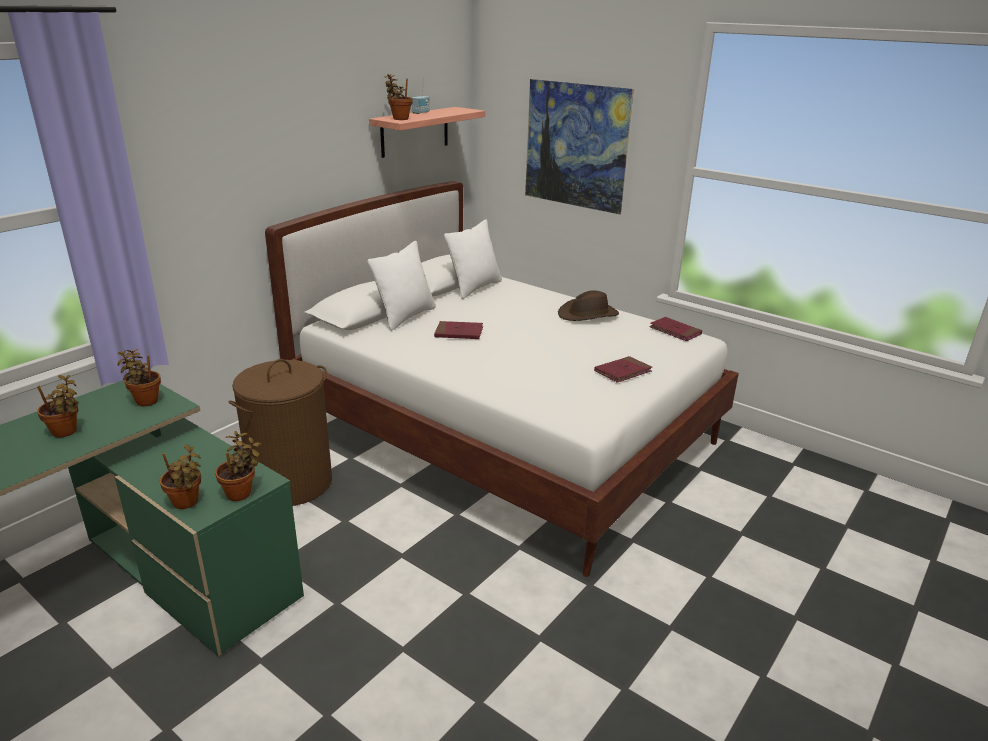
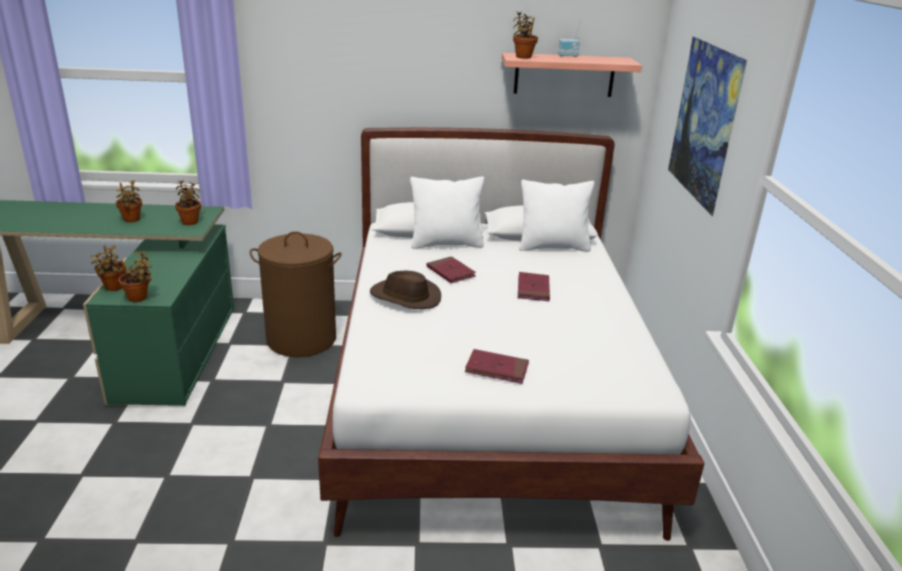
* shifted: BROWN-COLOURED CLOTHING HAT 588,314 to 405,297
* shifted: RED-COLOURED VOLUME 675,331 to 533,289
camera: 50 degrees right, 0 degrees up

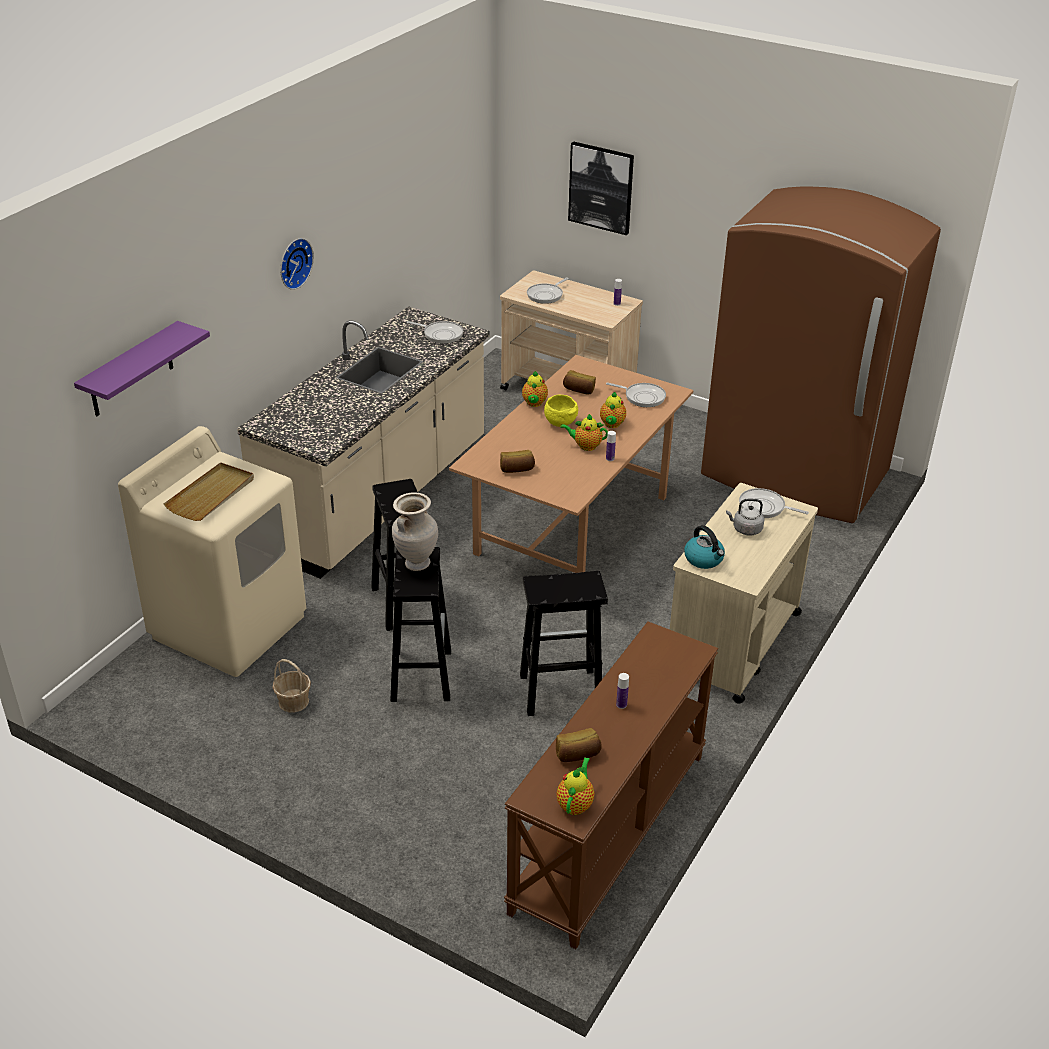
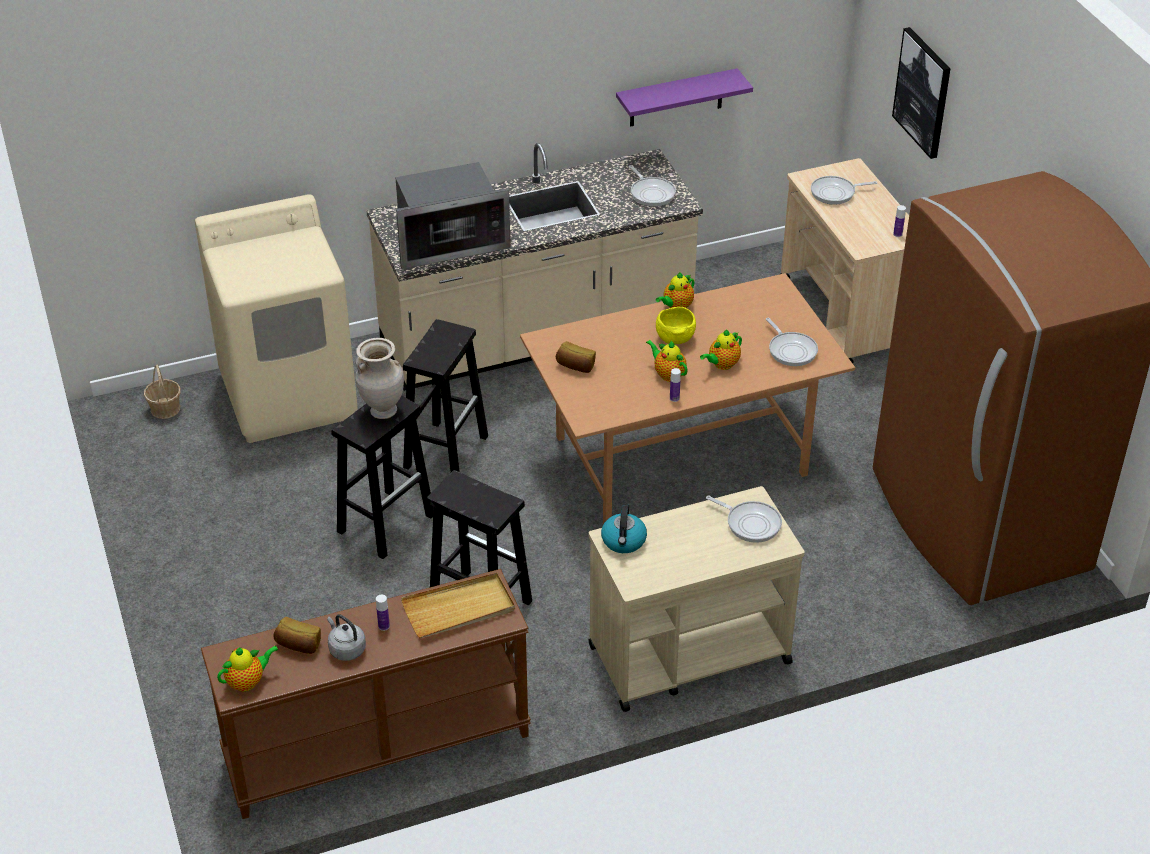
* shifted: PURPLE-COLOURED WALL SHELF 131,370 to 676,98
* shifted: BEIGE-COLOURED TRAY 211,495 to 459,609
* shifted: BASKET 293,701 to 165,408
* gone: CLOCK ON THE WALL 293,262
* gone: BAKERY BREAD 579,390
* shifted: GREY KETTLE 745,529 to 346,649
* rotated: SKILLET 764,507 = 750,523 150 degrees clockwise
* new: MICROWAVE OVEN 449,242
camera: 40 degrees right, 5 degrees up

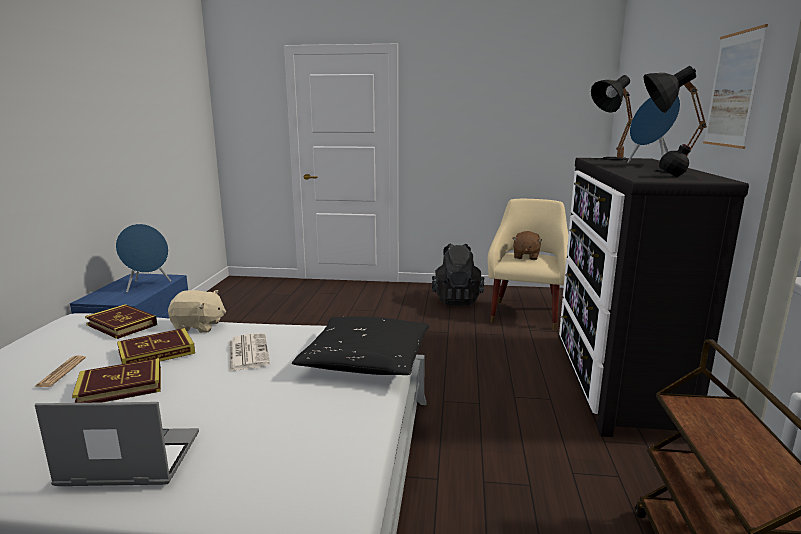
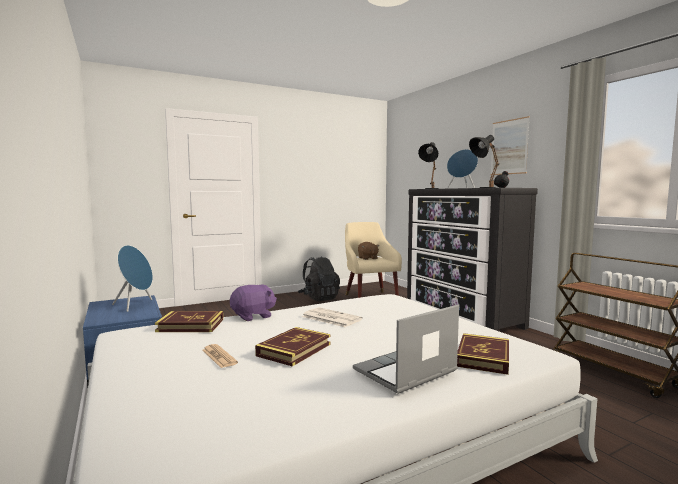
* shifted: VOLUME 156,352 to 483,357
* repainted: BEIGE-COLOURED CUDDLY TOY 198,326 to PURPLE-COLOURED CUDDLY TOY 253,316
* gone: BLACK THROW PILLOW 366,360
camera: 35 degrees left, 10 degrees down

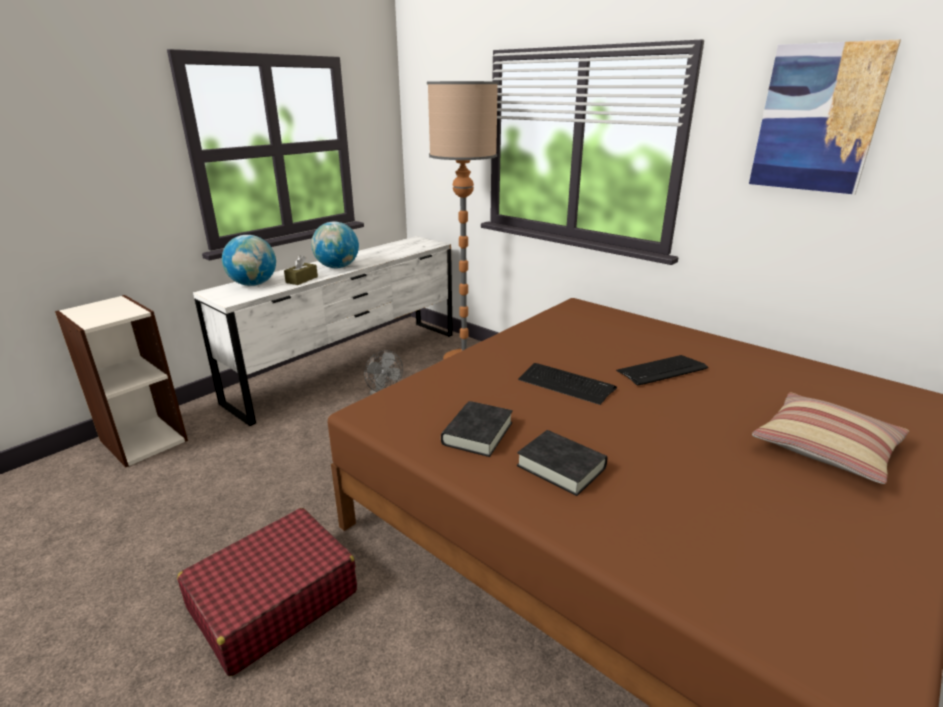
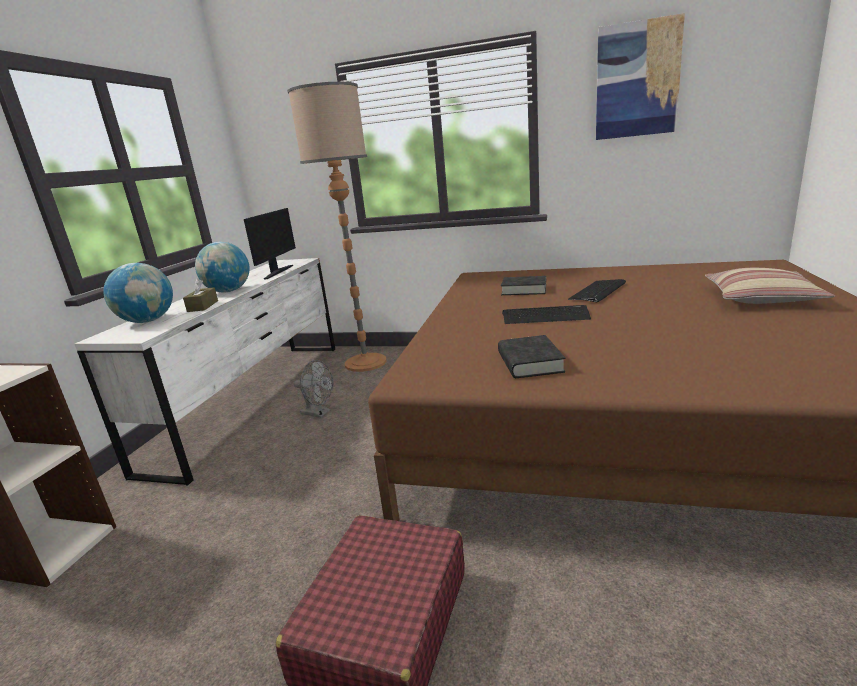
* shifted: BLACK VOLUME 561,467 to 524,290
* new: MONITOR 277,272
camera: 25 degrees left, 5 degrees down

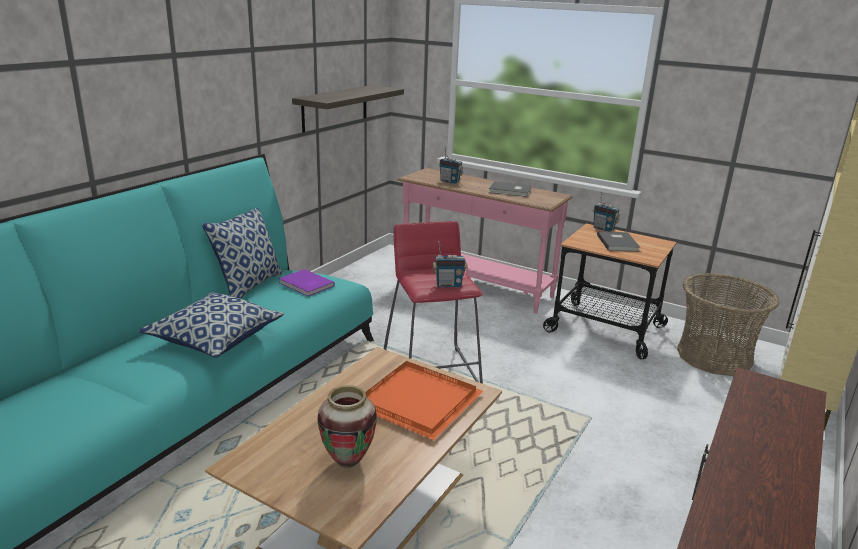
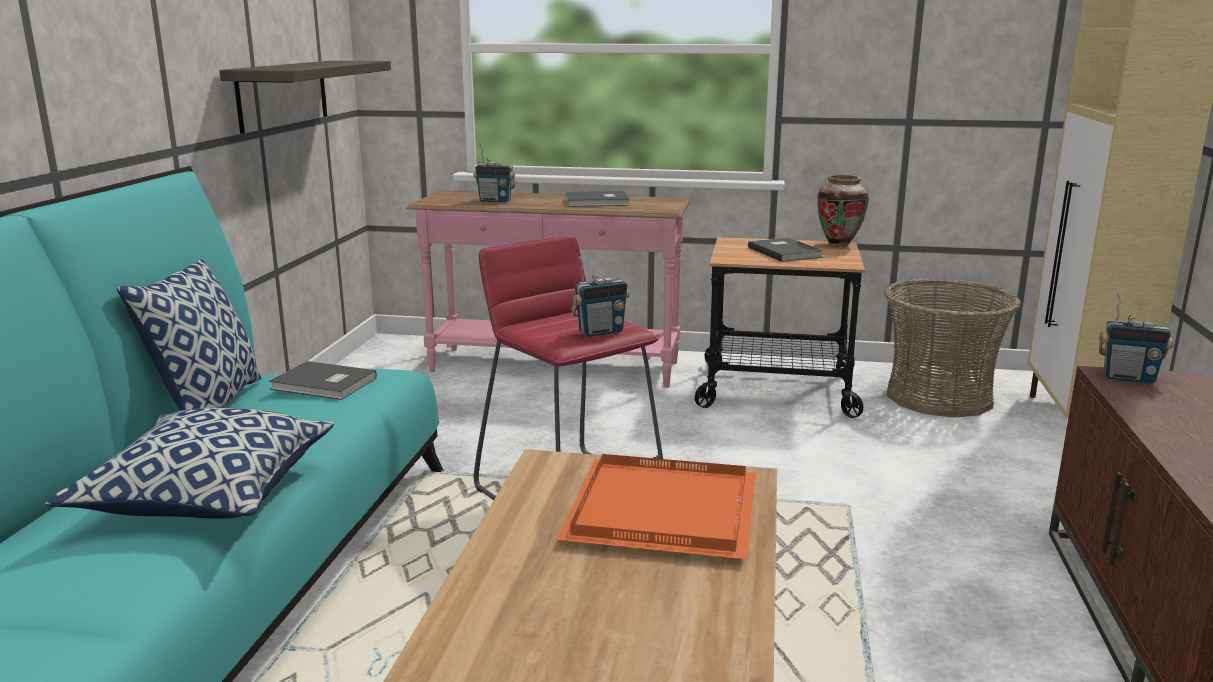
* repainted: PURPLE-COLOURED VOLUME 306,285 to GREY VOLUME 323,384
* shifted: VASE 348,462 to 839,245
* shifted: RADIO SET 603,229 to 1128,378
camera: 20 degrees left, 5 degrees down

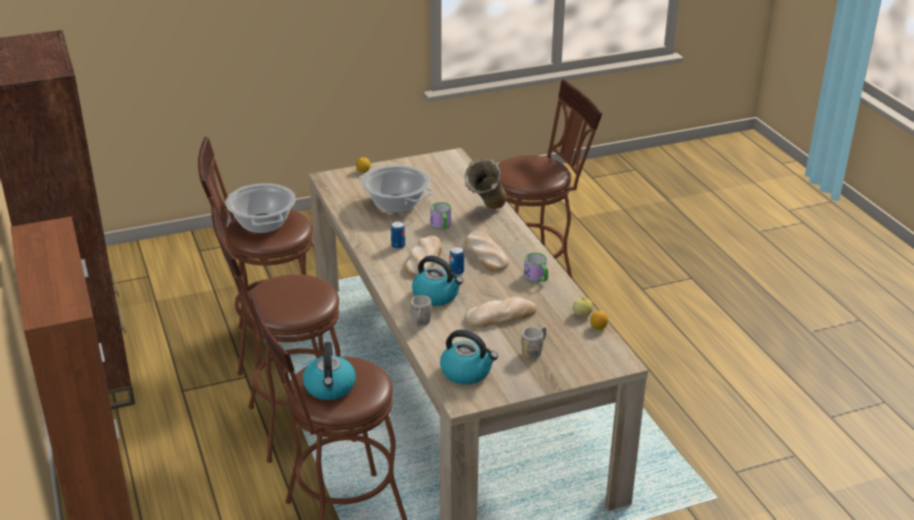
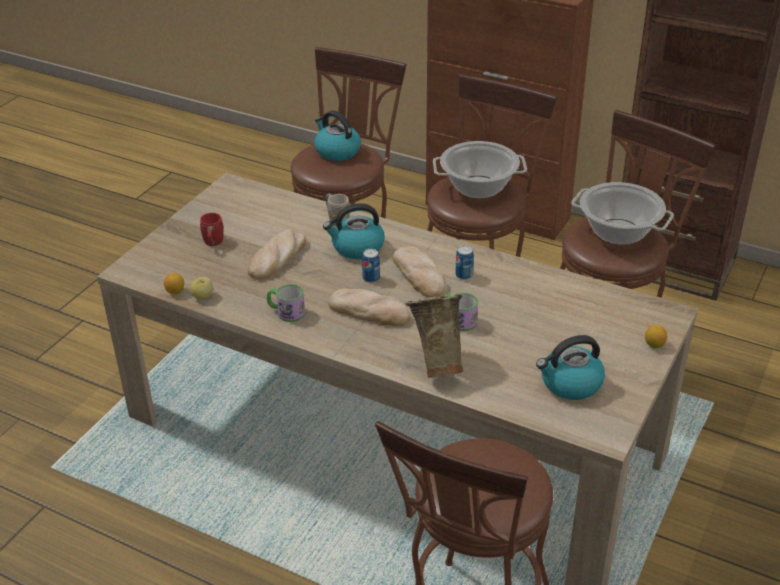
* shifted: SAUCEPOT 395,204 to 479,187
* shifted: KETTLE 467,372 to 570,384
* repainted: GREY MUG 534,351 to RED-COLOURED MUG 213,243
camera: 140 degrees right, 5 degrees up

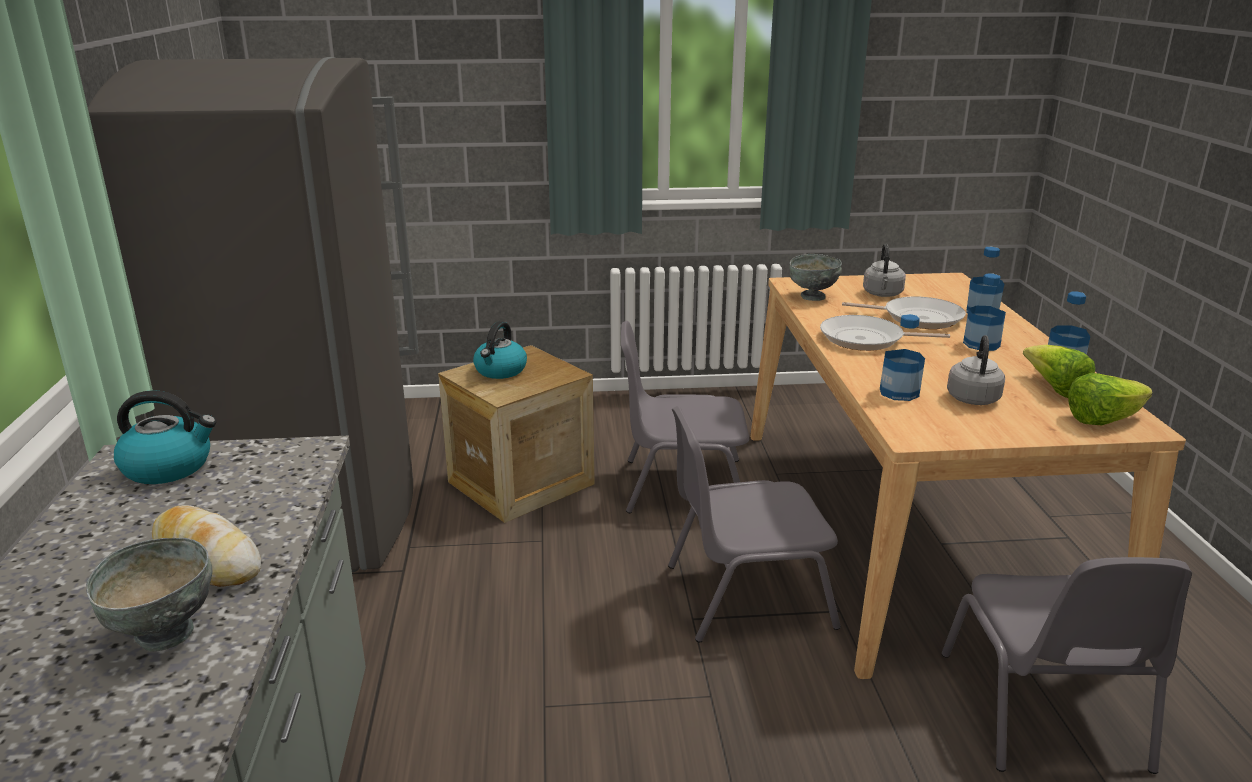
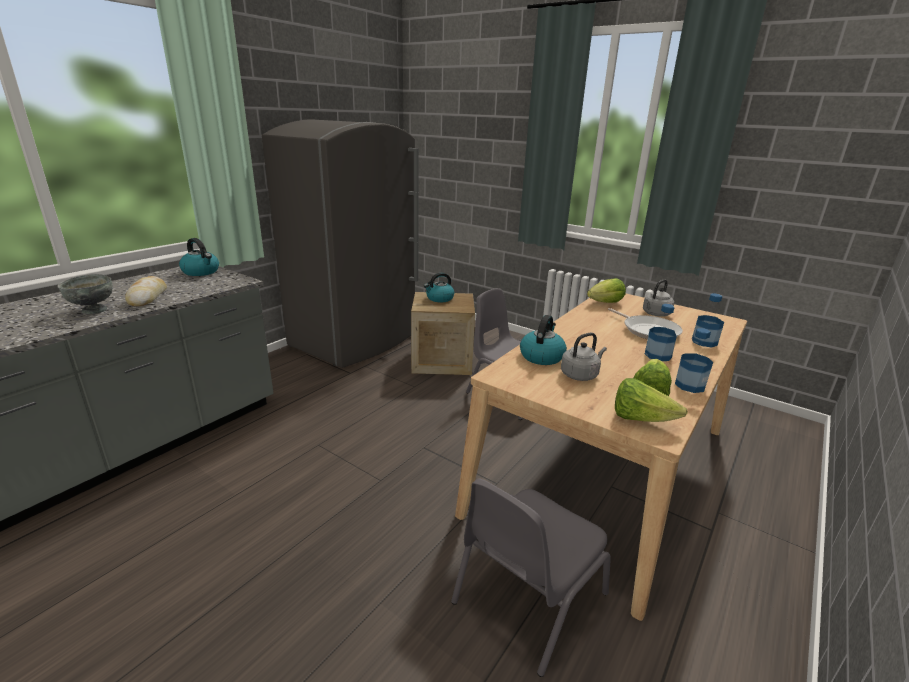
* gone: GREY UPRIGHT CHAIR 746,595
* swapped: GREY DEEP DISH 812,297 to LETTUCE 606,303
* gone: SKILLET 866,339
* swapped: BOTTLE 899,392 to KETTLE 541,356
camera: 40 degrees right, 0 degrees up

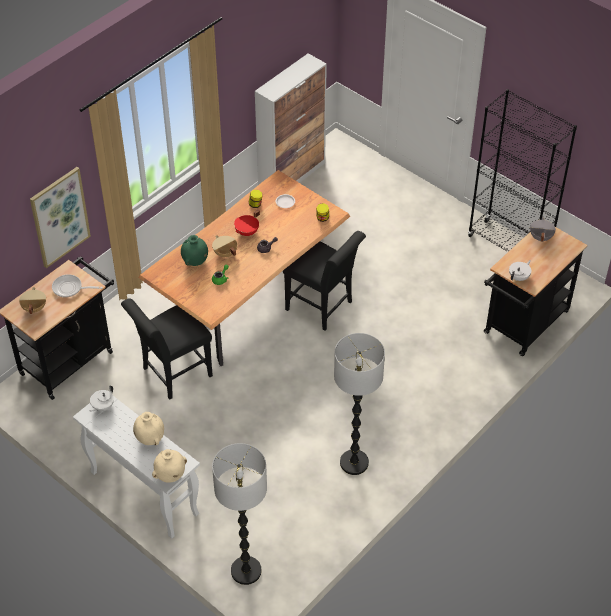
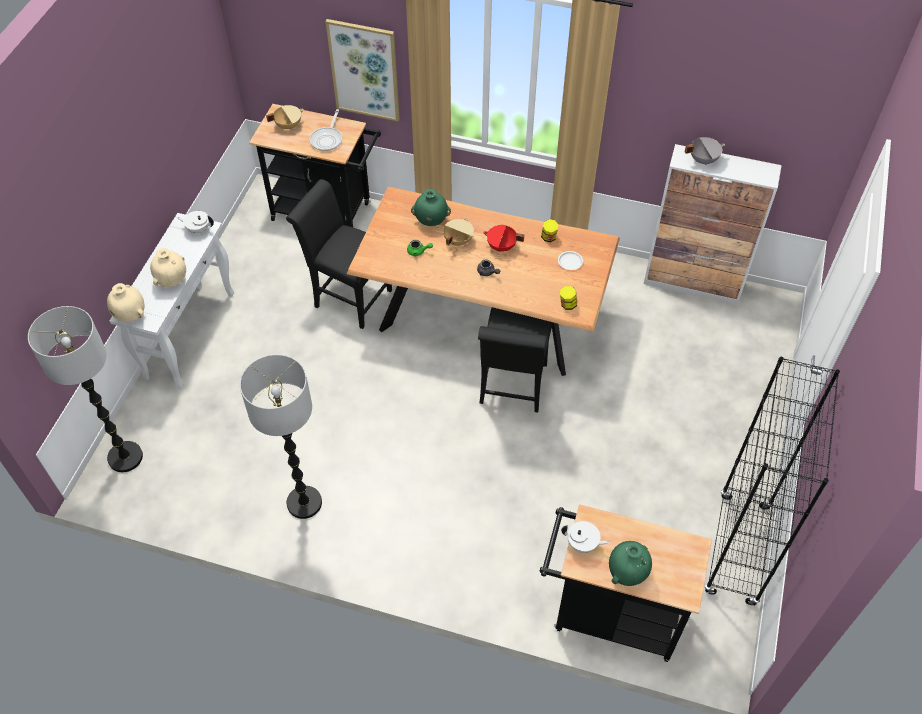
* rotated: SKILLET 70,288 = 327,139 150 degrees counterclockwise
* shifted: GREY SAUCEPOT 540,237 to 702,159
* new: GREEN VASE 627,573
camera: 65 degrees right, 5 degrees up

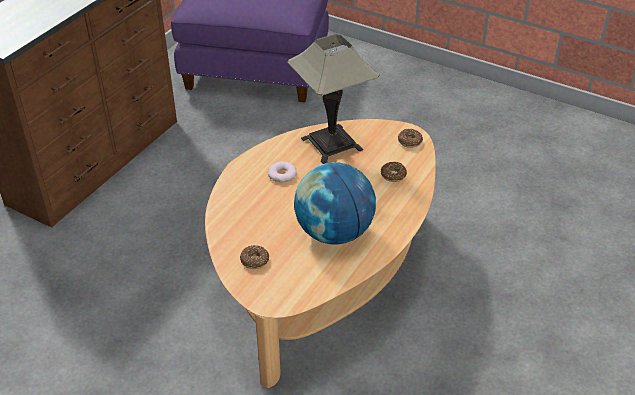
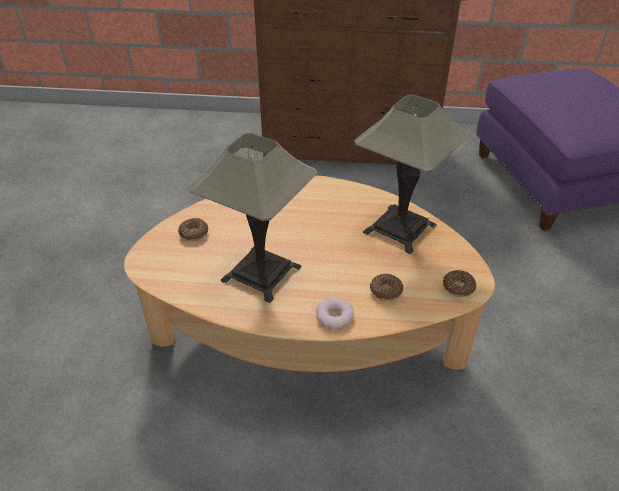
* shifted: RING DOUGHNUT 282,174 to 334,316
* swapped: DESK GLOBE 334,232 to TABLETOP LAMP 262,273
camera: 65 degrees right, 0 degrees up

